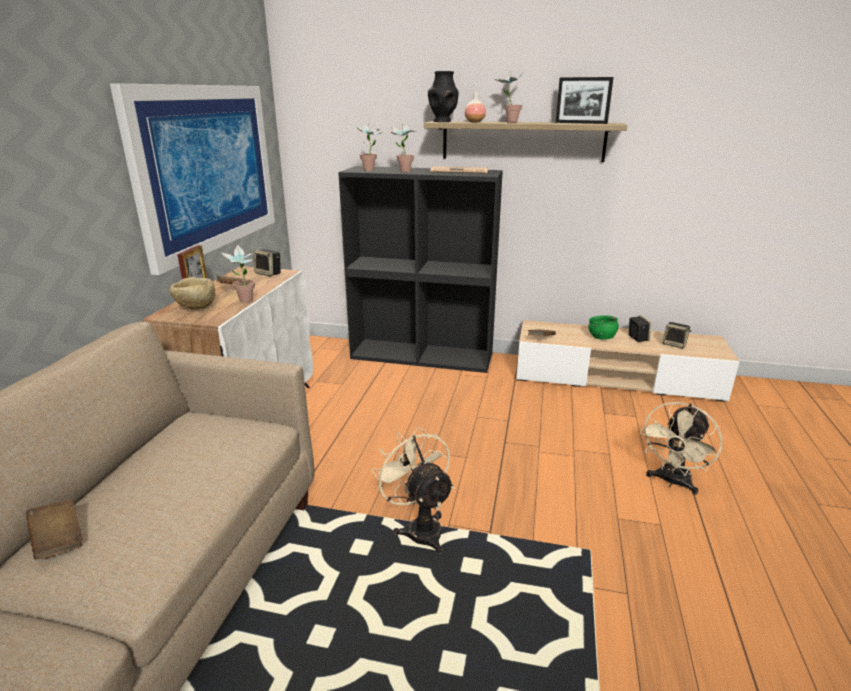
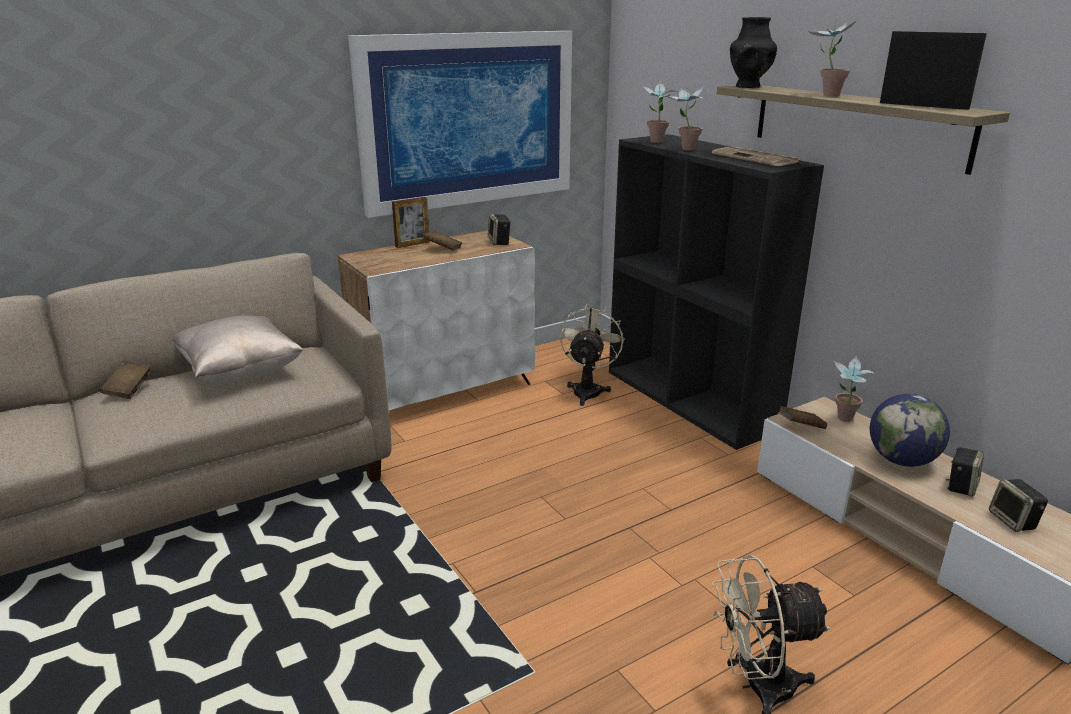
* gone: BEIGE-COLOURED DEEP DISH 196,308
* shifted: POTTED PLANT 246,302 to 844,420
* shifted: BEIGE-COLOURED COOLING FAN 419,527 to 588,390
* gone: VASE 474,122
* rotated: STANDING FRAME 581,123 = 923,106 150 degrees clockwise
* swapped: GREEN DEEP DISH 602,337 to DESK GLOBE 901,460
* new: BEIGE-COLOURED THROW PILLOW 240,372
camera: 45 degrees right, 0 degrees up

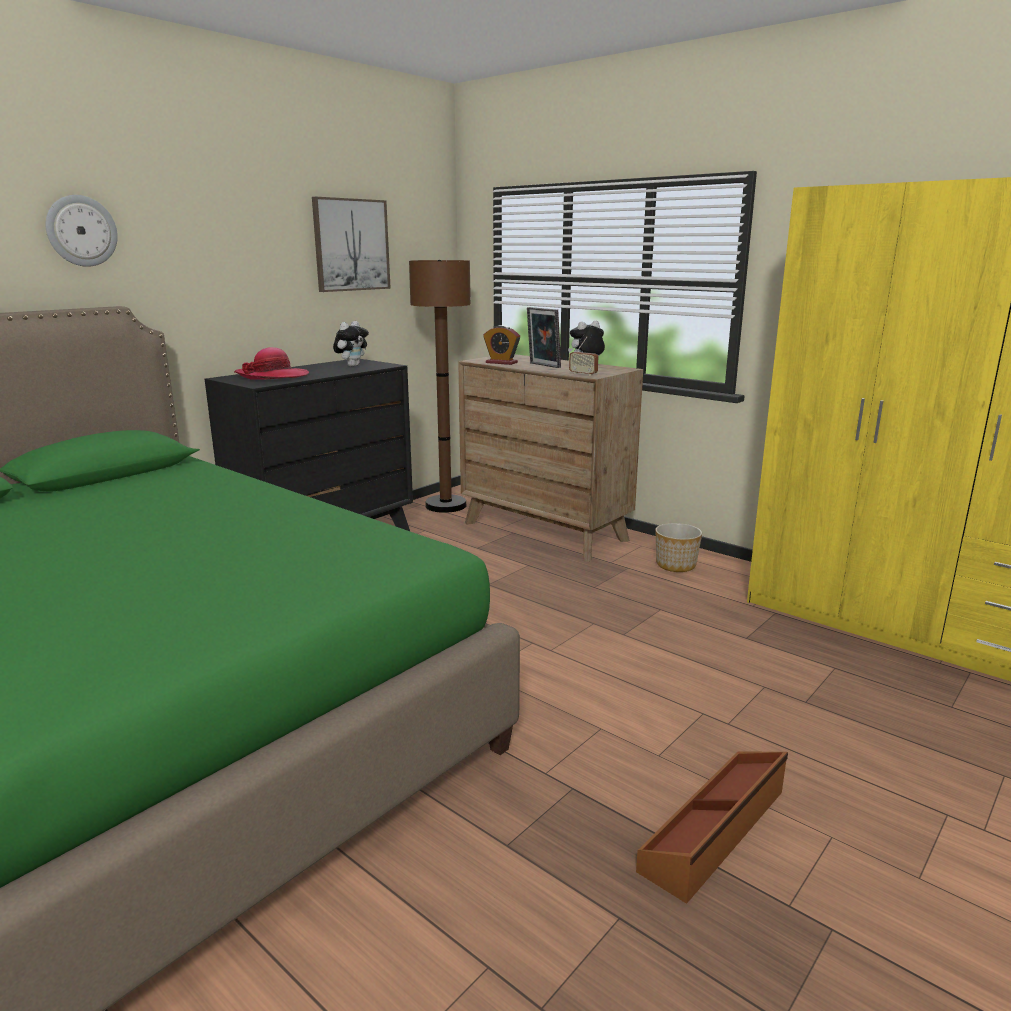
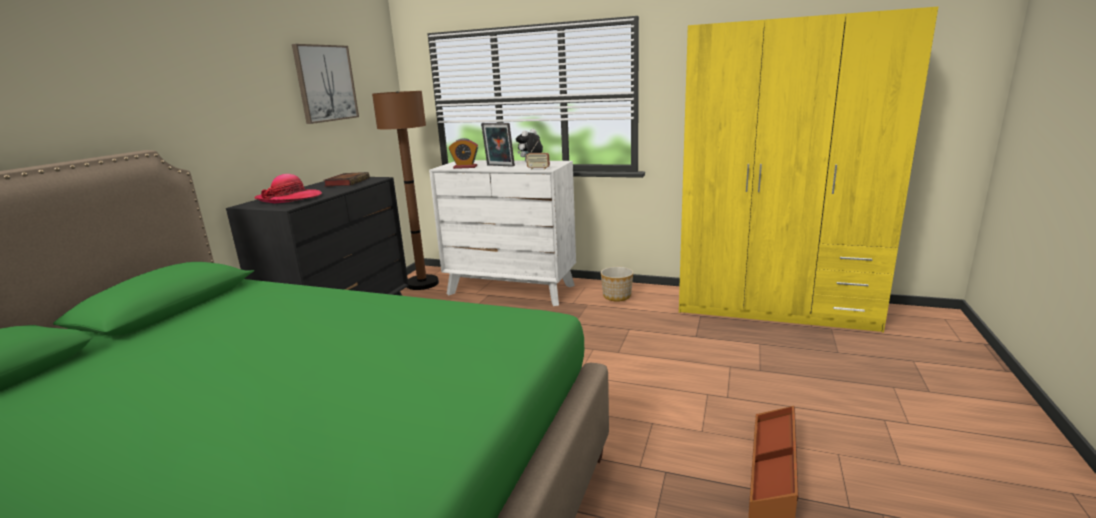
* gone: CLOCK ON THE WALL 81,231
* swapped: CUDDLY TOY 352,365 to VOLUME 347,182
* repainted: BROWN-COLOURED CHEST OF DRAWERS 545,531 to WHITISH CHEST OF DRAWERS 511,289
camera: 20 degrees left, 0 degrees up

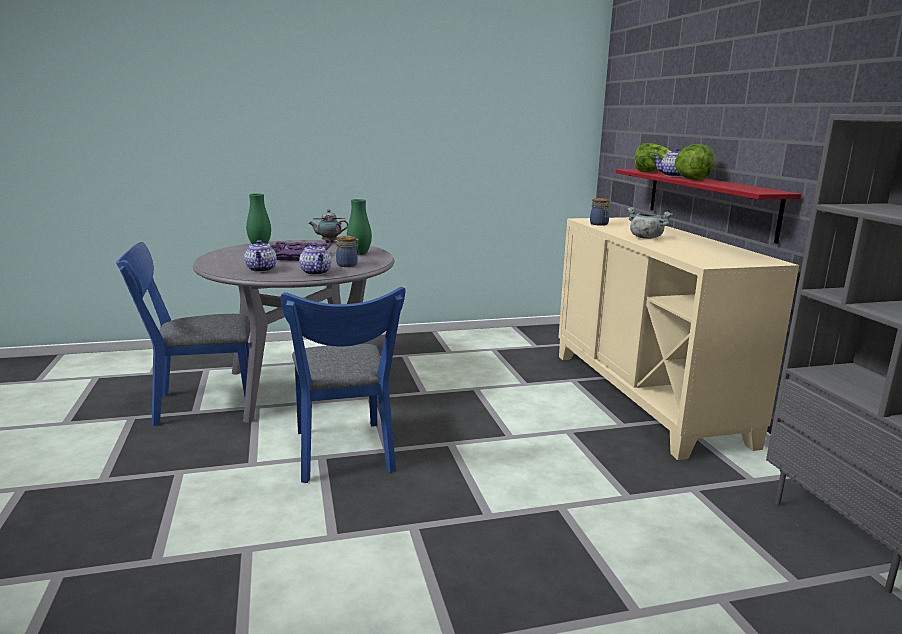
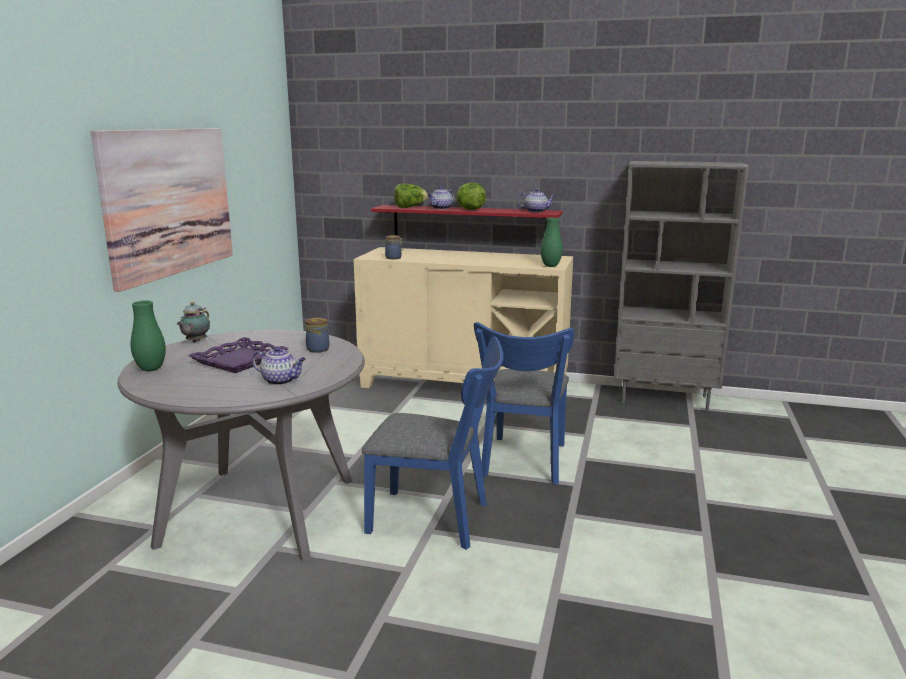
* shifted: BLUISH UPRIGHT CHAIR 196,405 to 523,463
* shifted: POT FOR TEA 316,272 to 536,211
* shifted: GREEN VASE 359,253 to 550,266
* gone: GREY SAUCEPOT 645,238
* new: PICTURE 169,202
camera: 60 degrees left, 0 degrees up

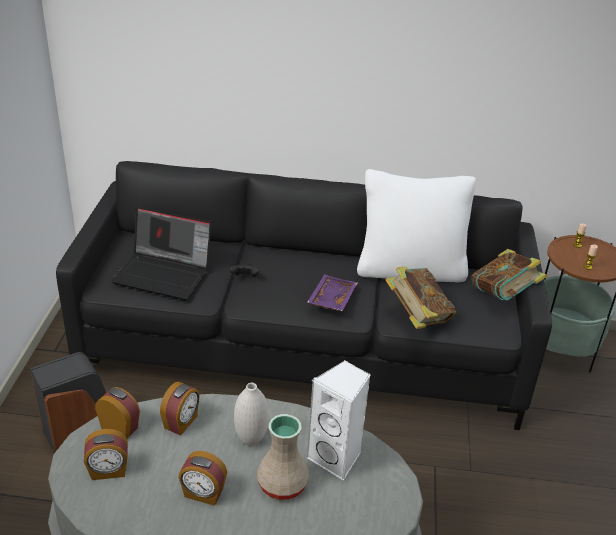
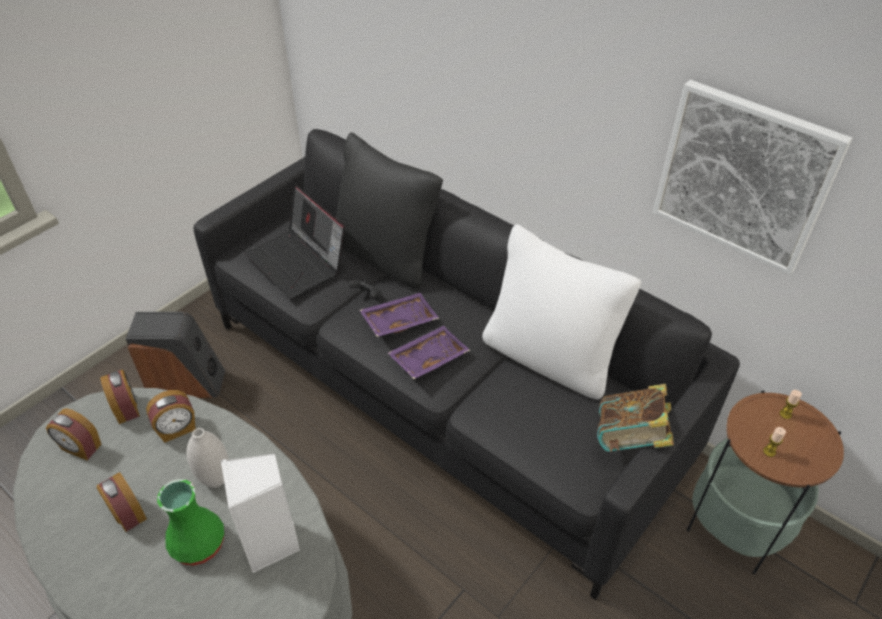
* repainted: BEIGE-COLOURED VASE 281,483 to GREEN VASE 199,542
* gone: VOLUME 417,317
* new: BLACK THROW PILLOW 385,255
* new: PURPLE-COLOURED TRAY 399,320
* new: PICTURE 743,177
camera: 35 degrees right, 10 degrees up

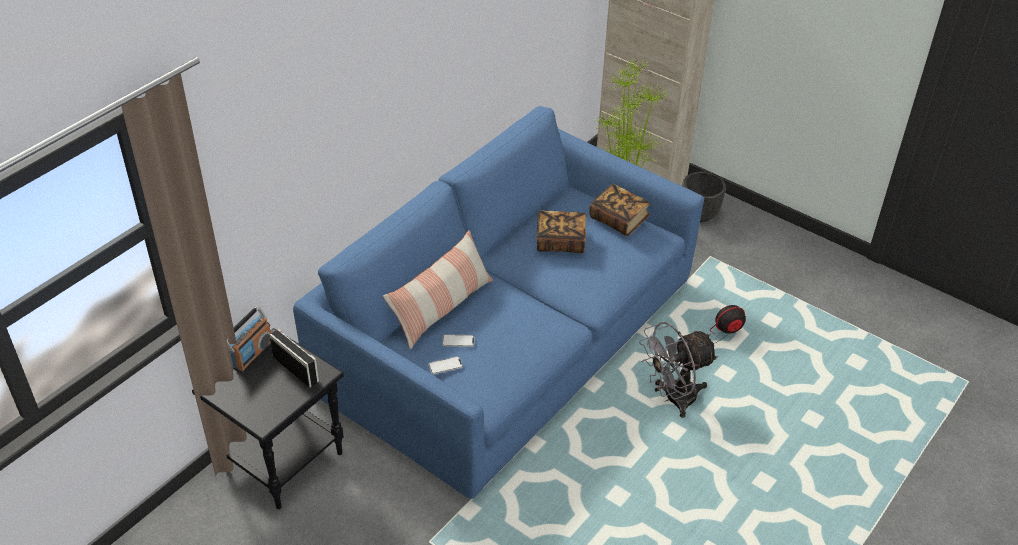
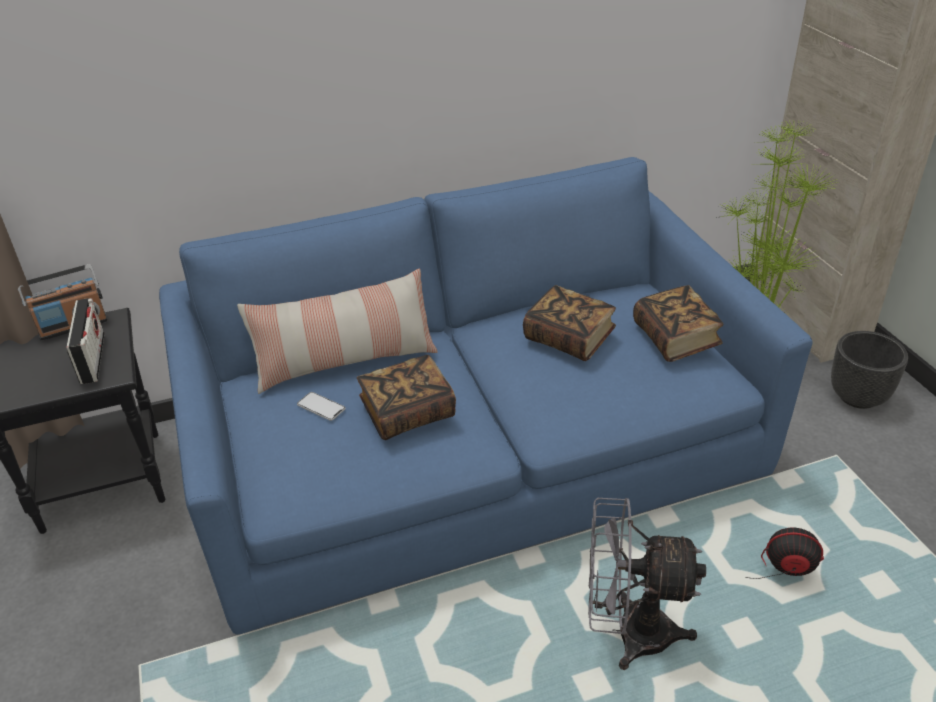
* gone: PHONE 445,366
* new: VOLUME 407,412
camera: 35 degrees right, 5 degrees down

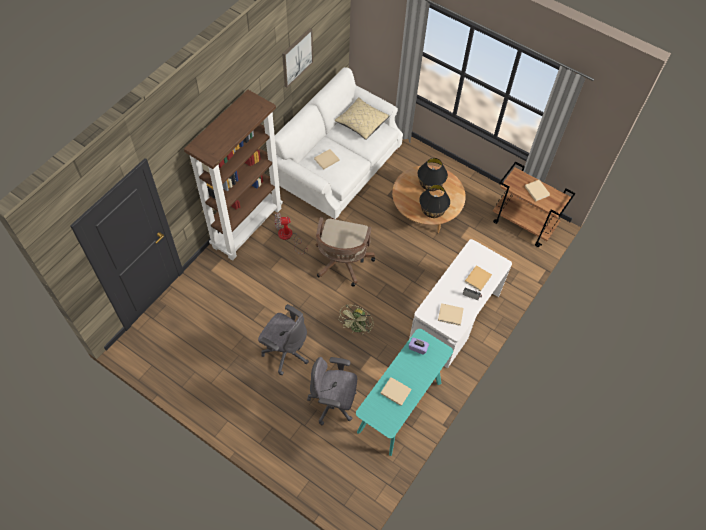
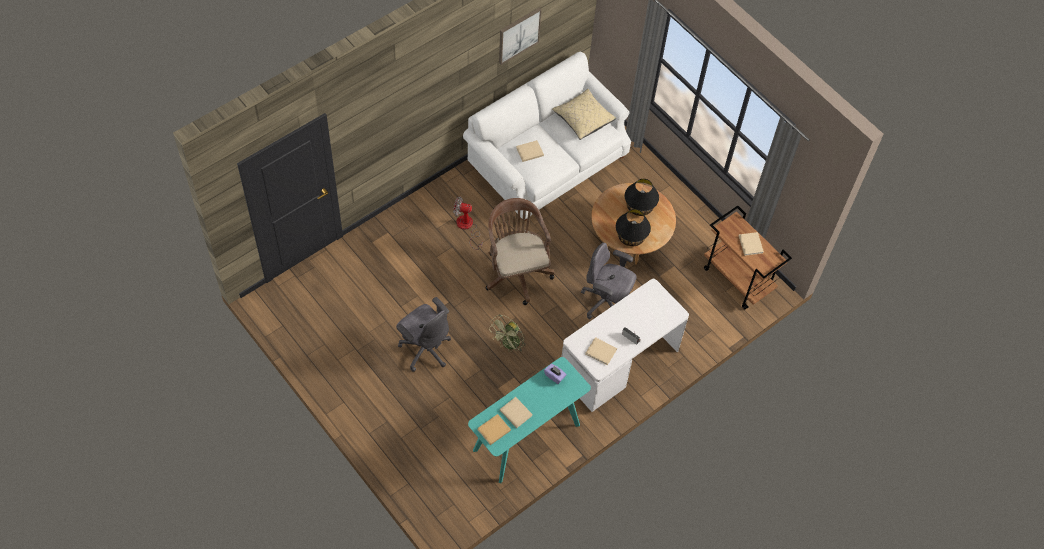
* gone: BROWN-COLOURED BOOKCASE 247,227
* shifted: GREY OFFICE CHAIR 333,403 to 606,302
* rotated: BROWN-COLOURED OFFICE CHAIR 342,264 = 516,271 135 degrees clockwise
* shifted: BEIGE-COLOURED VOLUME 477,279 to 493,430
camera: 15 degrees right, 0 degrees up

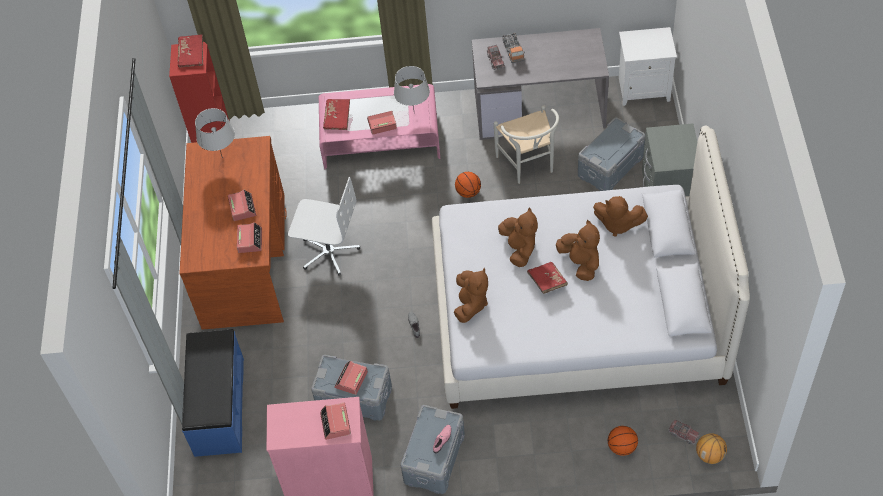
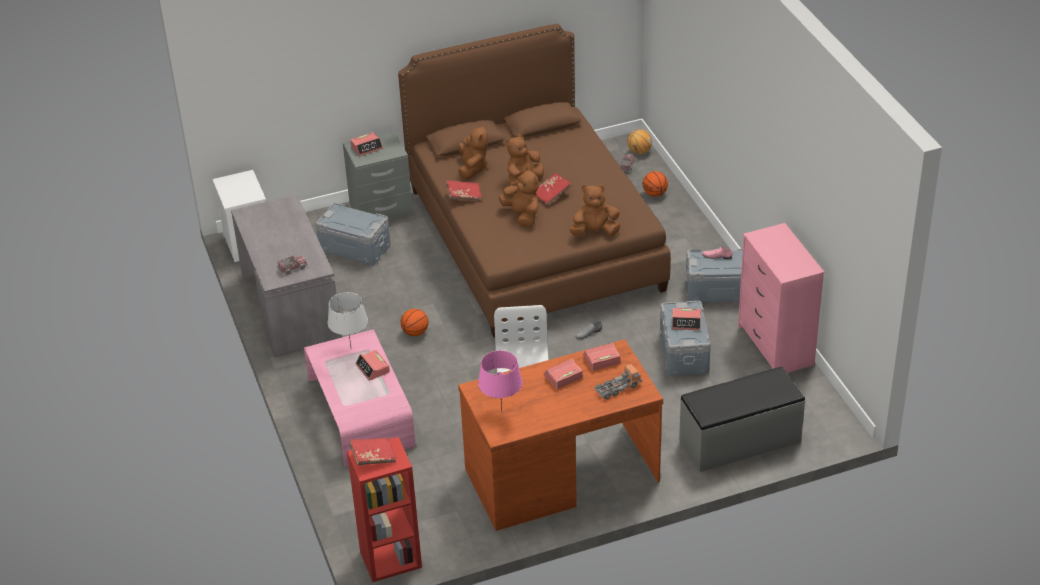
* repainted: BLUISH INDOOR BENCH 218,406 to GREY INDOOR BENCH 740,441
* repainted: GREY TABLETOP LAMP 222,158 to PINK-COLOURED TABLETOP LAMP 502,412
* shifted: ALARM CLOCK 335,423 to 367,147
* shifted: RED-COLOURED VOLUME 337,118 to 464,195
* repainted: WHITISH BED 577,313 to BROWN-COLOURED BED 533,238
* gone: WHITISH UPRIGHT CHAIR 529,166
* rotated: BROWN-COLOURED CUDDLY TOY 519,249 = 522,215 90 degrees clockwise
* shifted: TOY TRUCK 513,51 to 618,388
camera: 110 degrees left, 15 degrees down

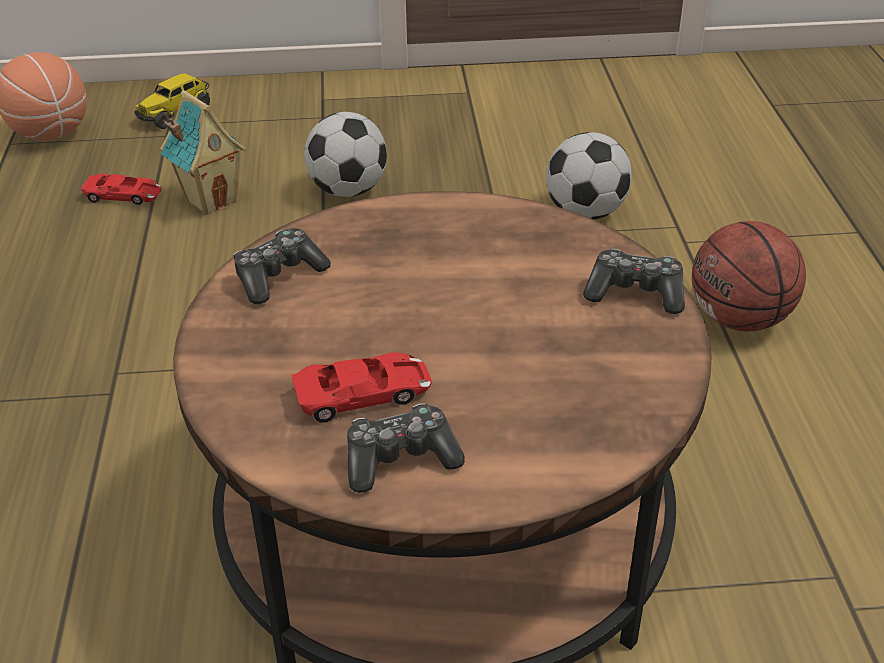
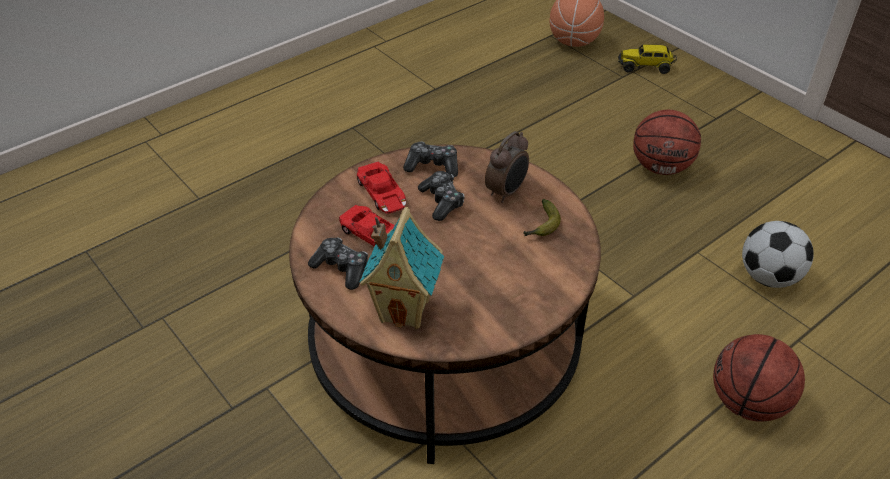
* shifted: RED-COLOURED MODEL CAR 124,195 to 382,193
* shifted: MODEL HOUSE 211,200 to 405,310
* swapped: BALL FOR FOOTBALL 348,190 to BALL FOR BASKETBALL 661,167
* shifted: GAME CONTROLLER 635,293 to 442,201
* new: ALARM CLOCK 507,192
* new: WHOLE BANANA 541,226
camera: 55 degrees right, 5 degrees up

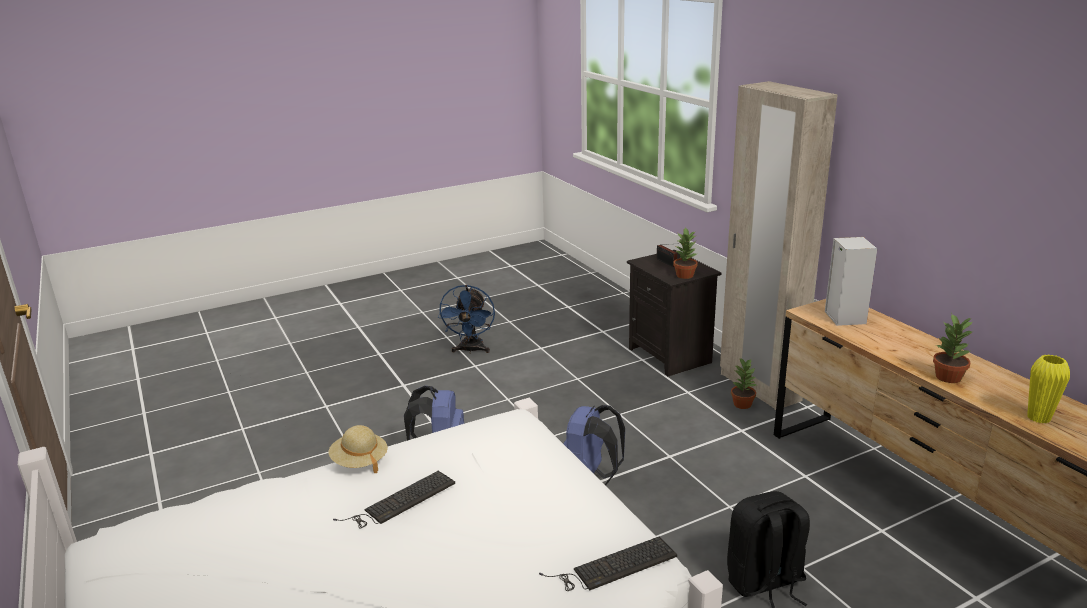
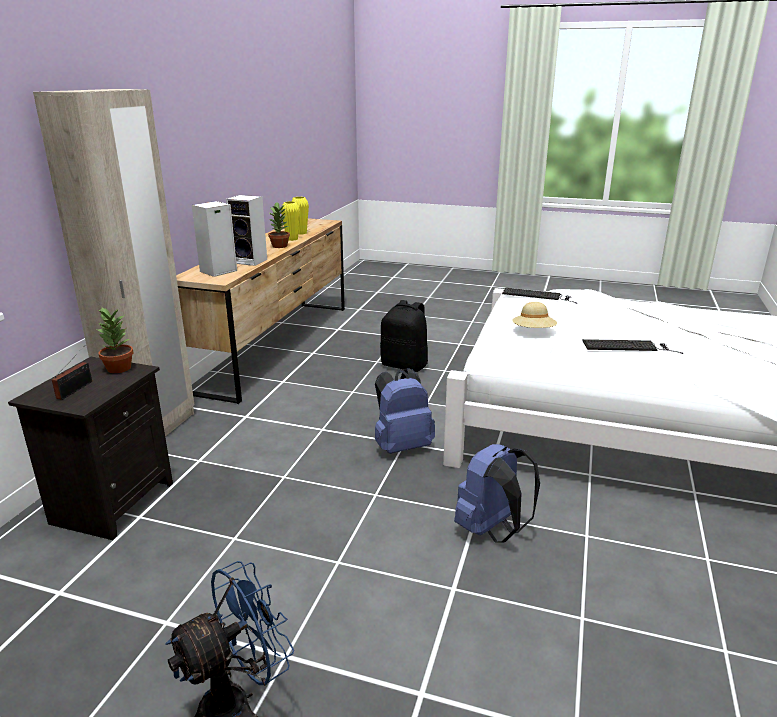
* shifted: BEIGE-COLOURED CLOTHING HAT 359,461 to 533,332
* gone: POTTED PLANT 742,404
* new: LOUDSPEAKER 251,261
* new: YELLOW-COLOURED VASE 292,239
camera: 135 degrees left, 0 degrees up

